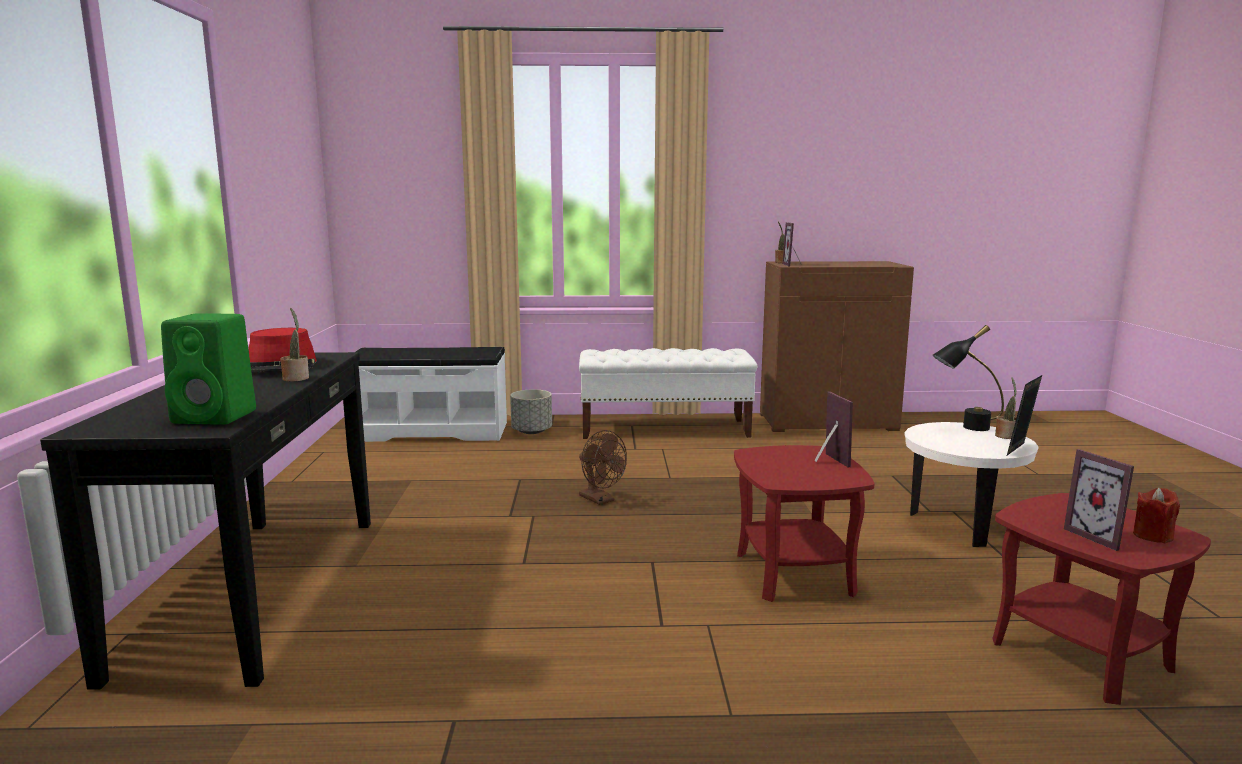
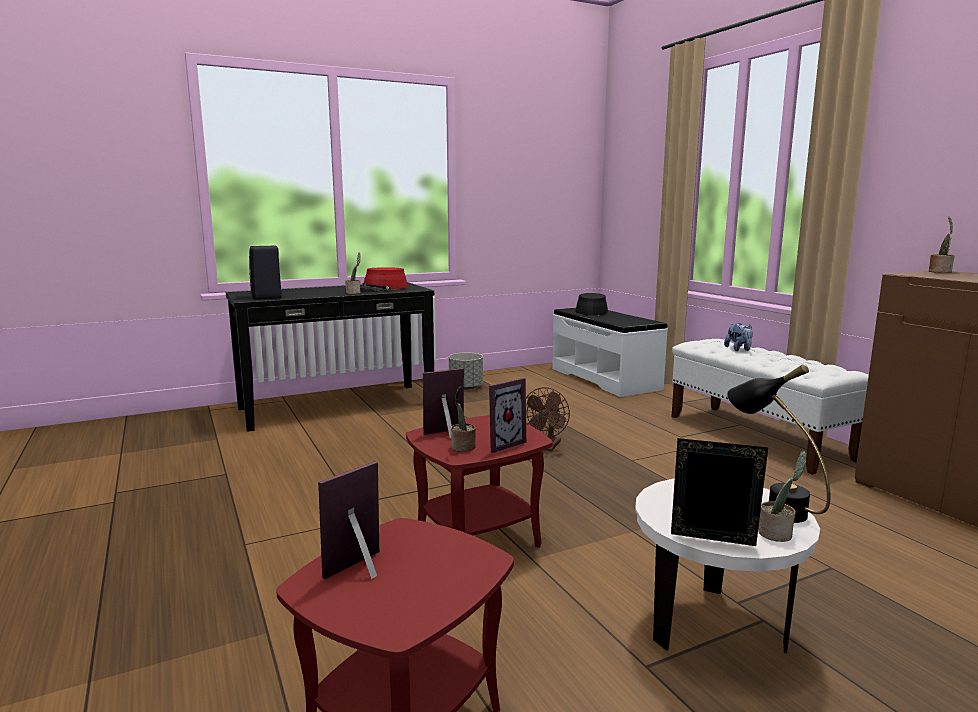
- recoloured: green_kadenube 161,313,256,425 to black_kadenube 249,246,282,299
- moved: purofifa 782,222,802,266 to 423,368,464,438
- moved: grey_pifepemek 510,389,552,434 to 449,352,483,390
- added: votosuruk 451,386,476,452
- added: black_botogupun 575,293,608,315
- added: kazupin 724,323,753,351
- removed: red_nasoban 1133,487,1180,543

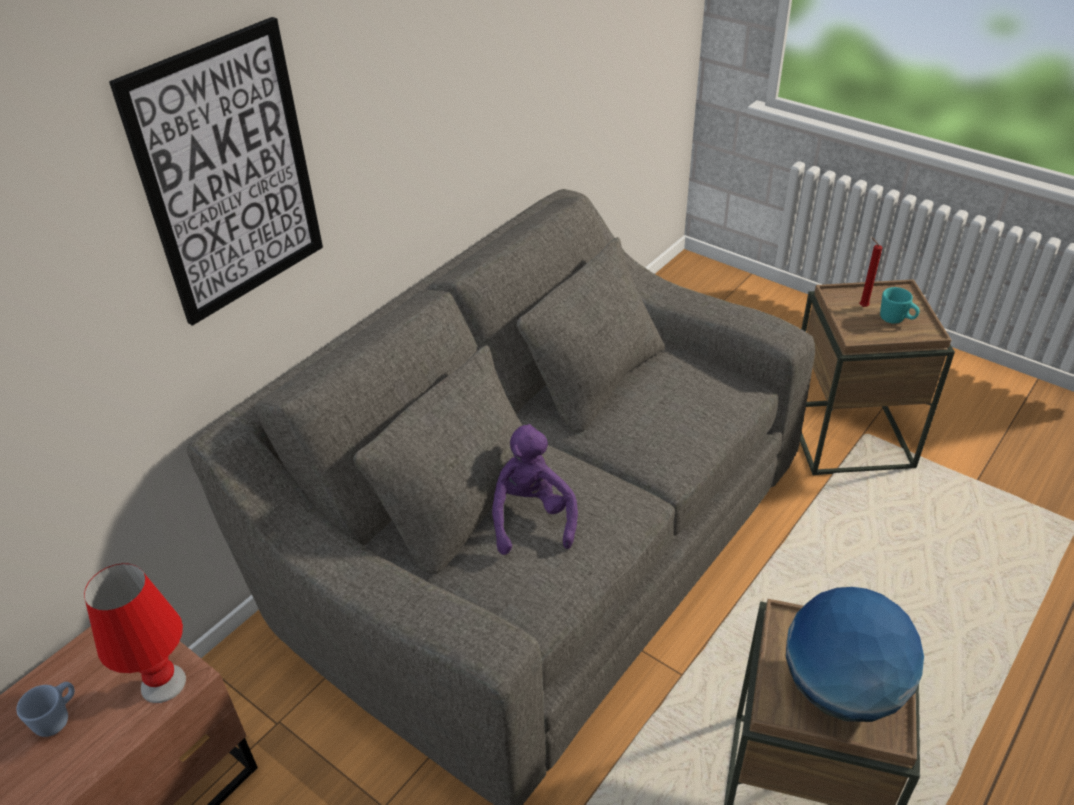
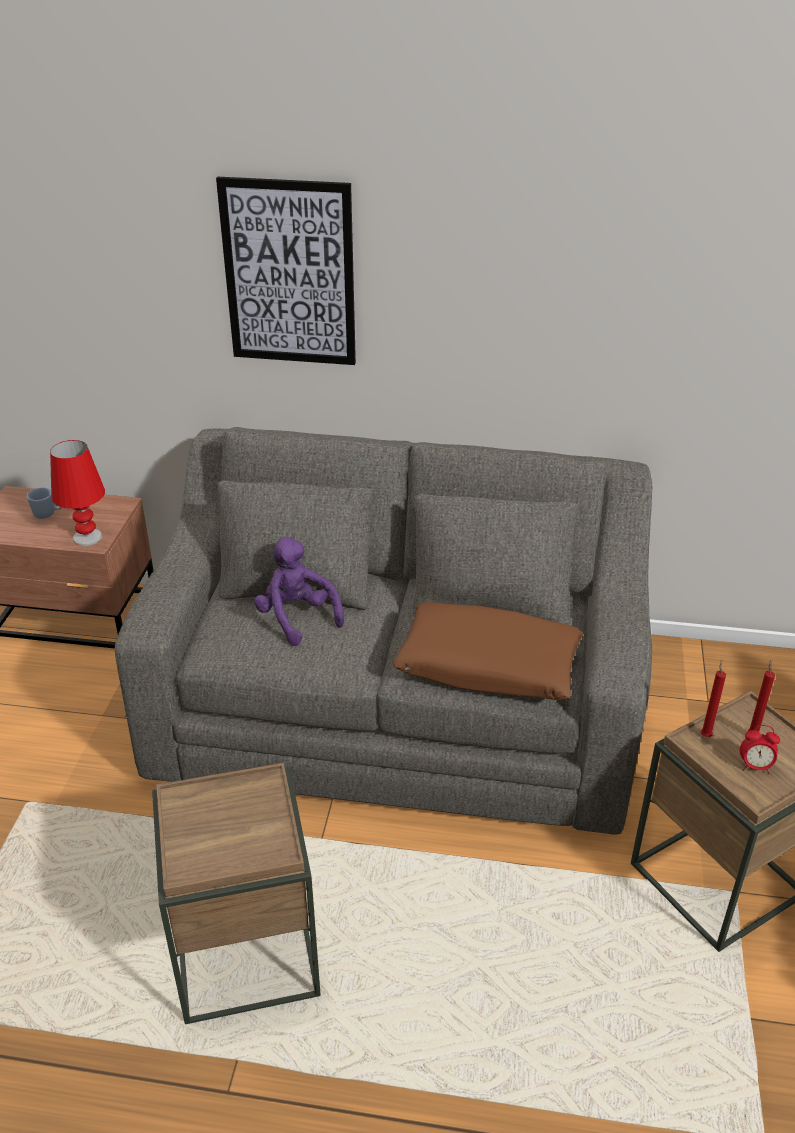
- turned: purple_kazupin 492,424,578,555 = 254,537,344,646 90 degrees counterclockwise
- added: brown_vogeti 393,602,583,700
- added: red_nasoban 701,660,726,737
- replaced: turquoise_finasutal 880,287,920,324 to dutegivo 740,725,780,774
- removed: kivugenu 786,587,924,722

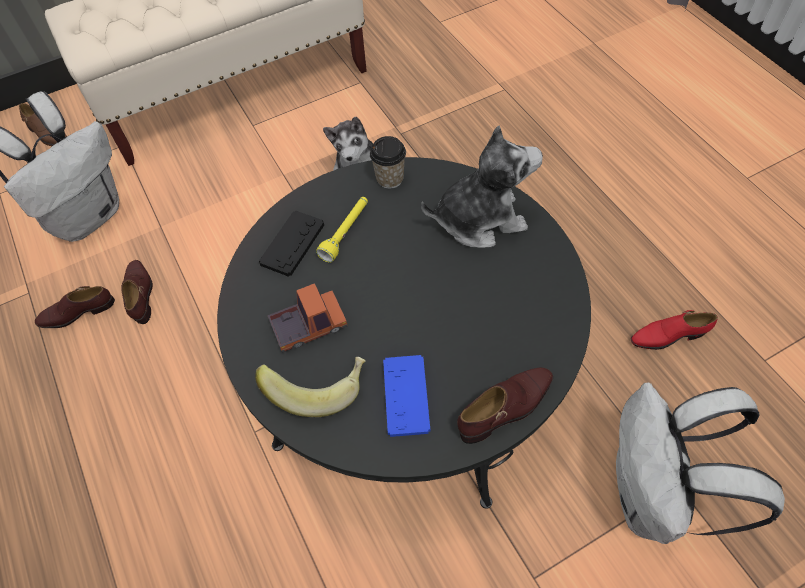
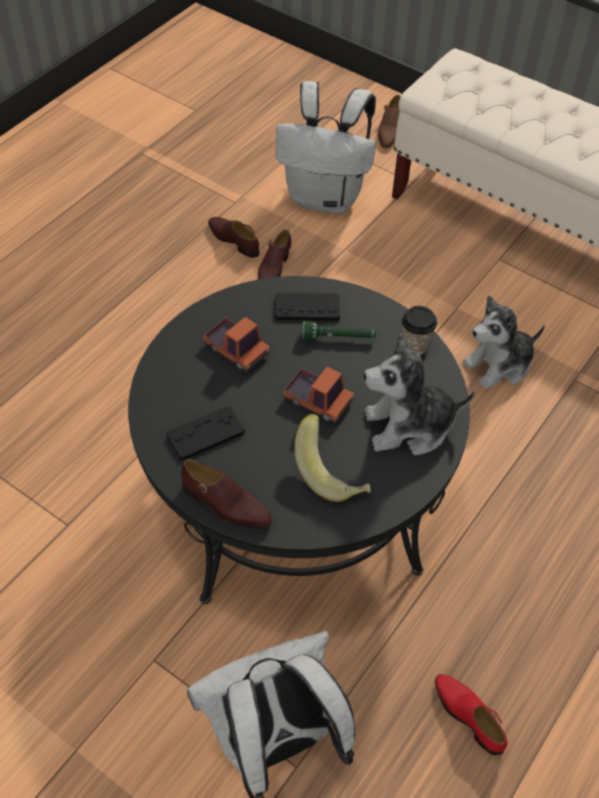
- recoloured: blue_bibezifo 383,355,430,437 to black_bibezifo 166,406,245,461
- turned: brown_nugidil 121,260,153,324 = 258,230,291,279 150 degrees clockwise
- added: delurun 283,367,354,423
- moved: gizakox 255,357,366,417 to 294,414,371,502
- recoloured: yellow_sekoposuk 316,197,368,263 to green_sekoposuk 302,321,376,340
- turned: kazupin 421,126,543,247 = 364,334,475,456 120 degrees clockwise

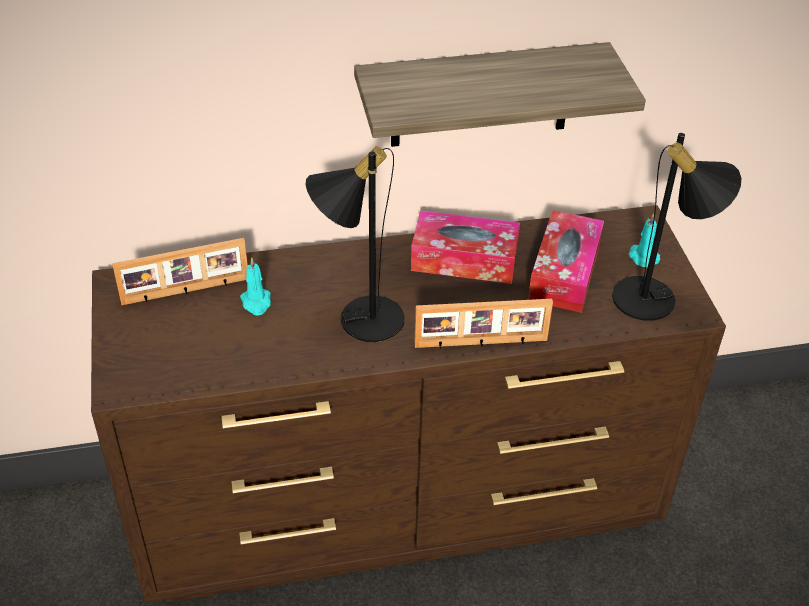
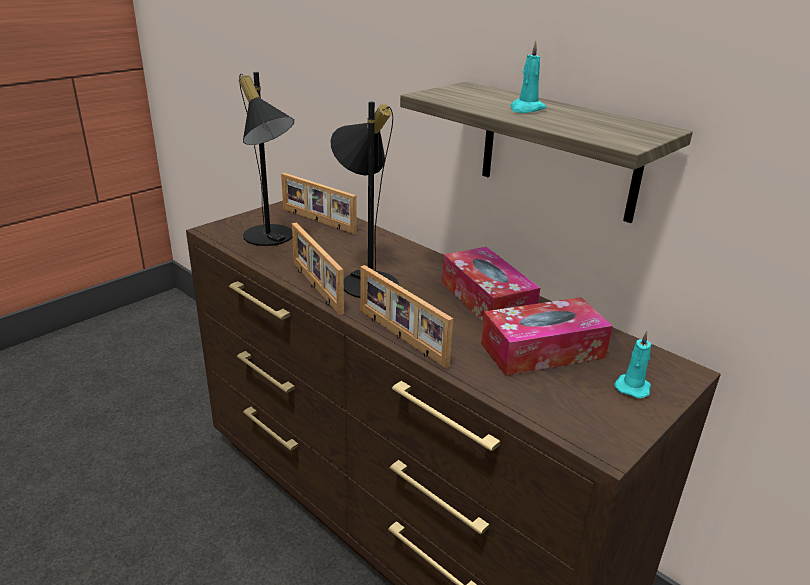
- moved: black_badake 612,133,741,321 to 239,72,294,246
- added: purofifa 292,223,344,315
- moved: turquoise_nasoban 240,257,271,315 to 510,41,547,113

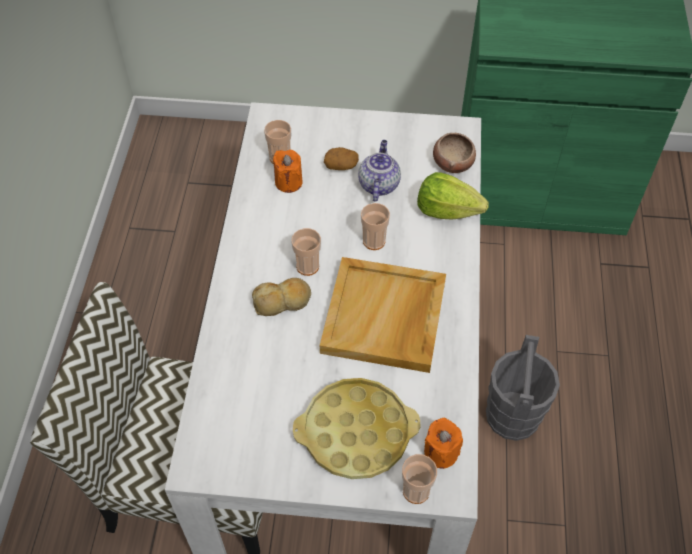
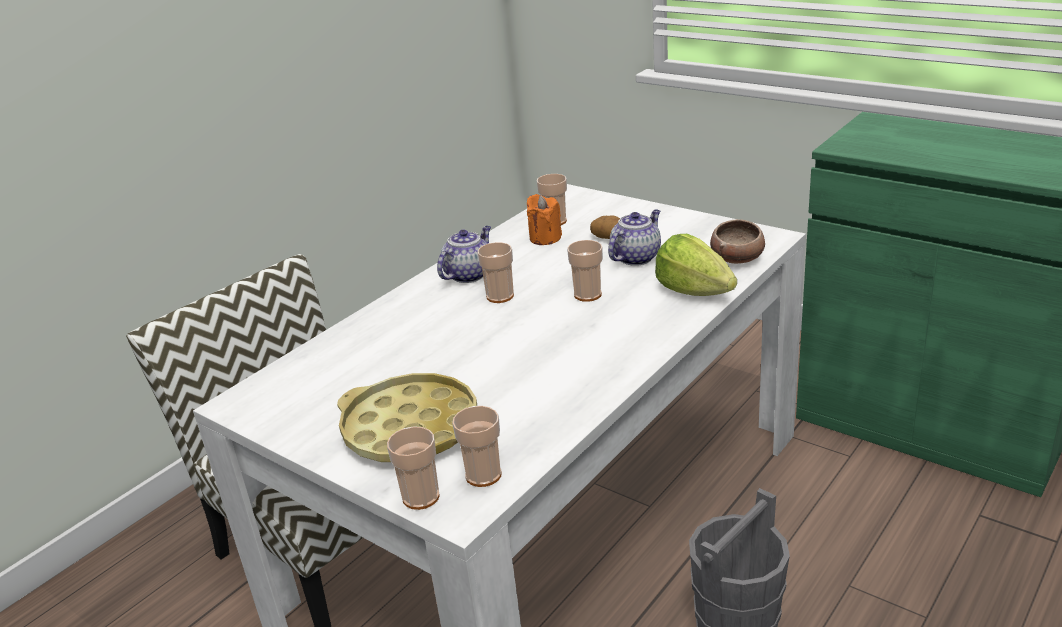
- added: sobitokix 437,226,491,283
- replaced: orange_nasoban 424,418,463,469 to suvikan 452,406,502,487
- removed: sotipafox 252,278,311,316
- removed: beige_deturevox 320,257,446,373

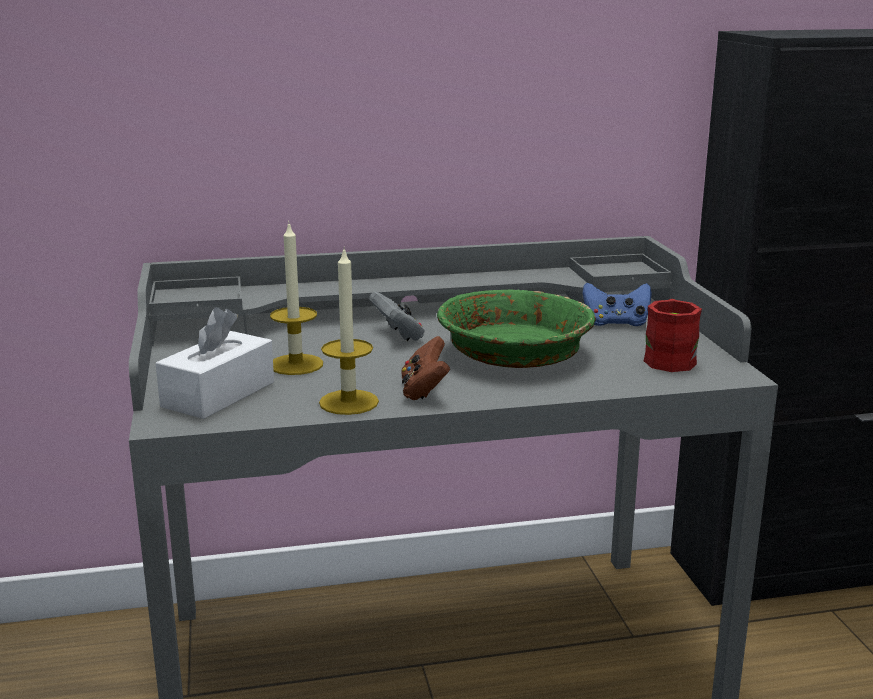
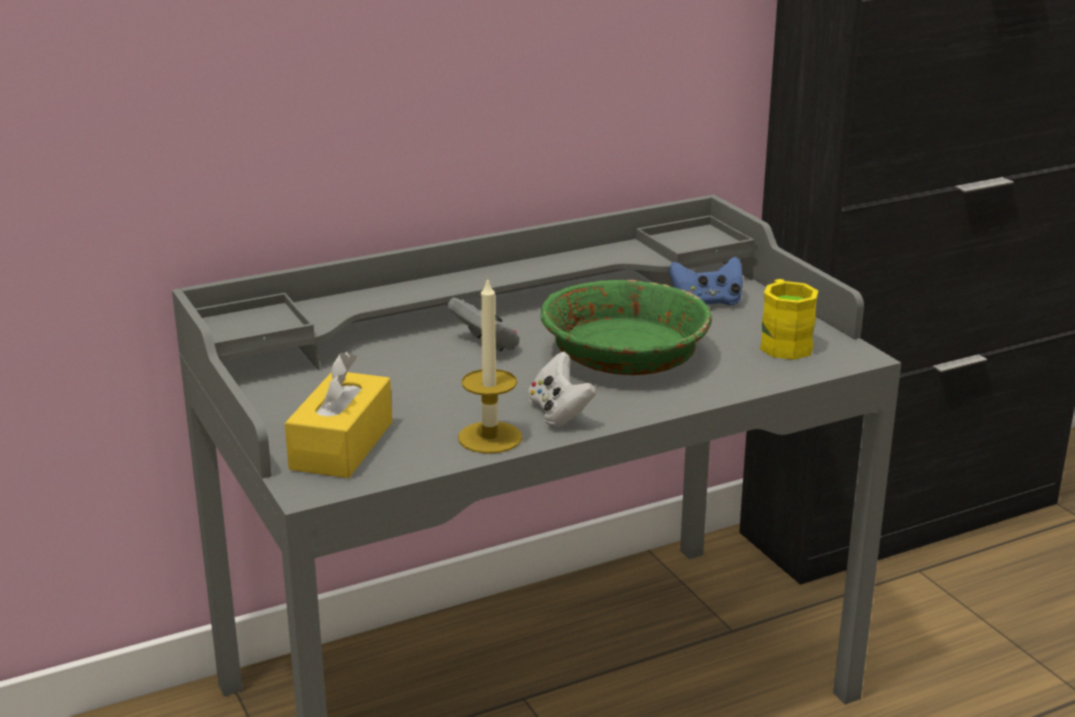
- recoloured: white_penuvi 156,307,274,419 to yellow_penuvi 285,352,392,478
- recoloured: brown_bibezifo 401,336,450,400 to white_bibezifo 528,352,597,427
- recoloured: red_finasutal 644,299,702,372 to yellow_finasutal 760,279,818,360
- removed: nasoban 270,221,323,375

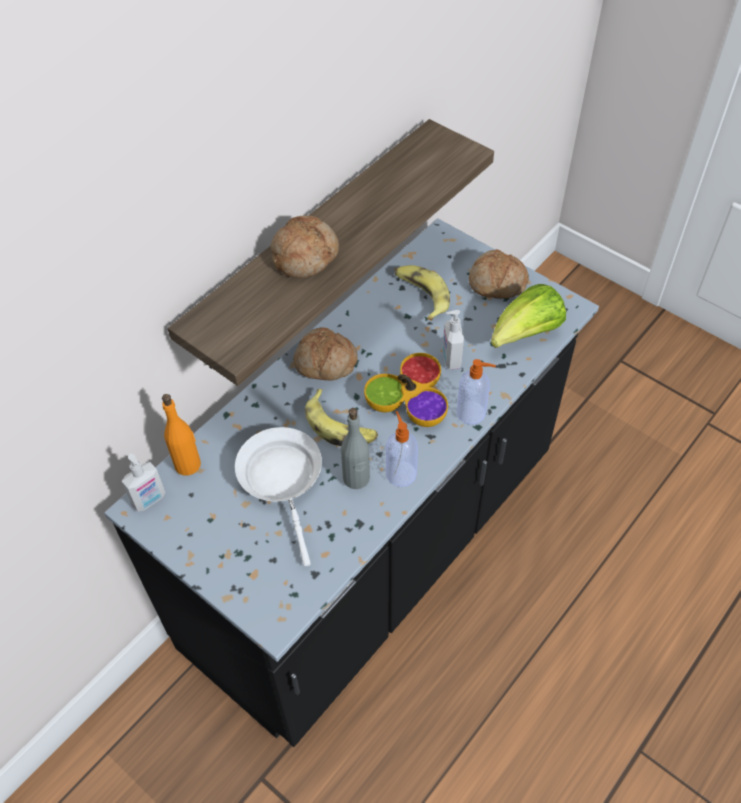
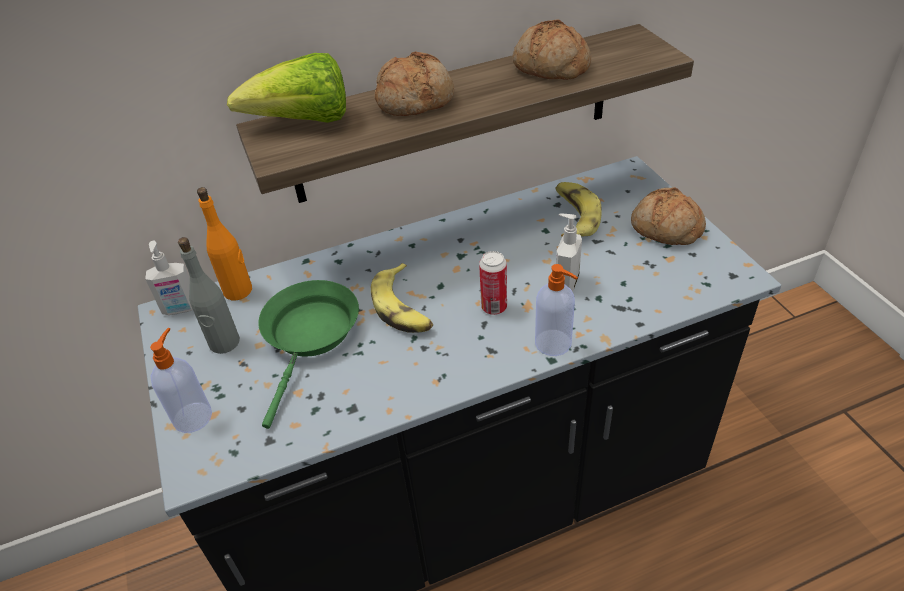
- moved: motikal 386,411,418,487 to 150,328,212,433
- moved: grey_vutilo 341,408,370,489 to 178,237,240,354
- moved: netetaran 491,284,566,348 to 227,53,346,123
- recoloured: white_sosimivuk 235,427,322,566 to green_sosimivuk 259,280,359,429
- replaced: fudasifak 364,353,448,427 to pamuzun 479,251,507,315
- moved: sotipafox 293,327,358,380 to 513,20,591,80

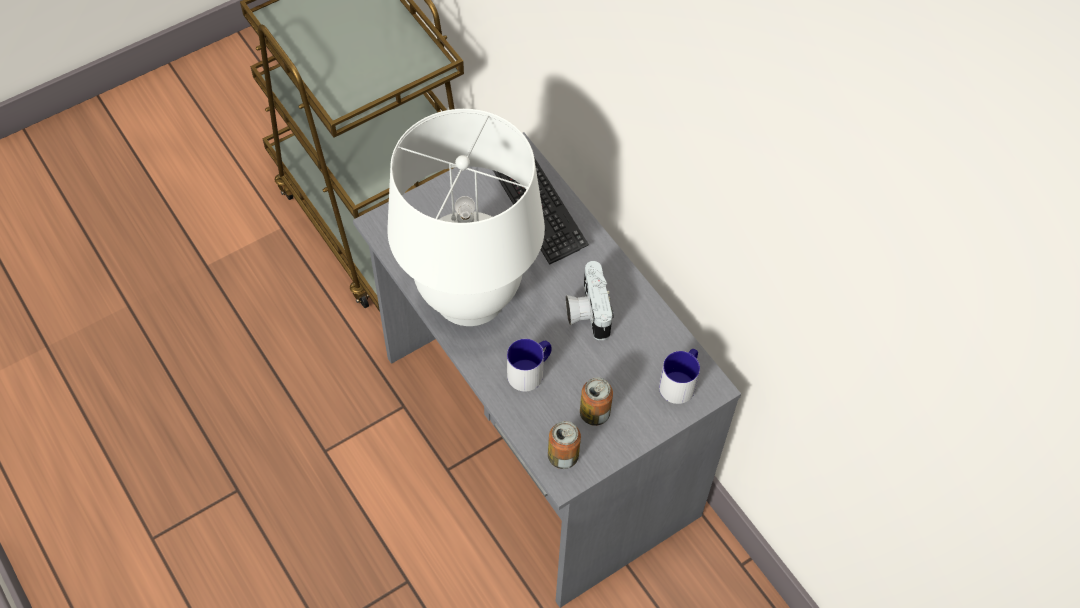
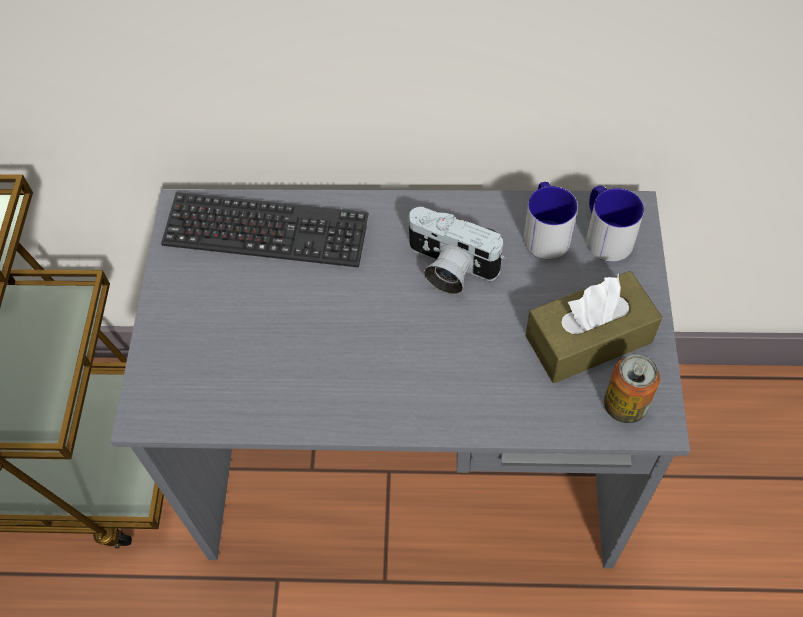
- moved: finasutal 507,339,552,392 to 524,182,578,259
- replaced: pamuzun 580,377,613,426 to brown_penuvi 526,271,662,383
- removed: white_badake 387,109,545,326

